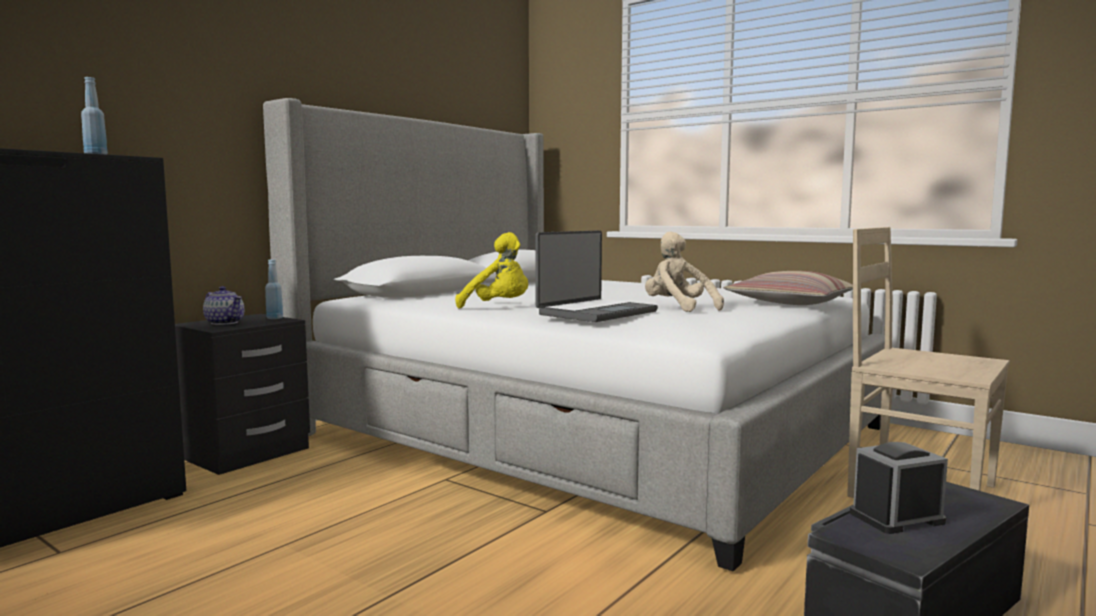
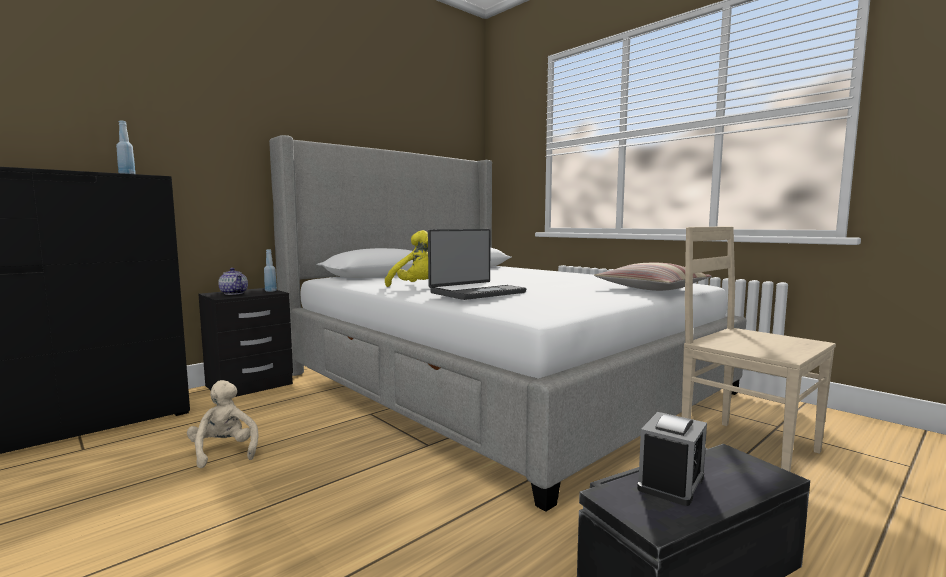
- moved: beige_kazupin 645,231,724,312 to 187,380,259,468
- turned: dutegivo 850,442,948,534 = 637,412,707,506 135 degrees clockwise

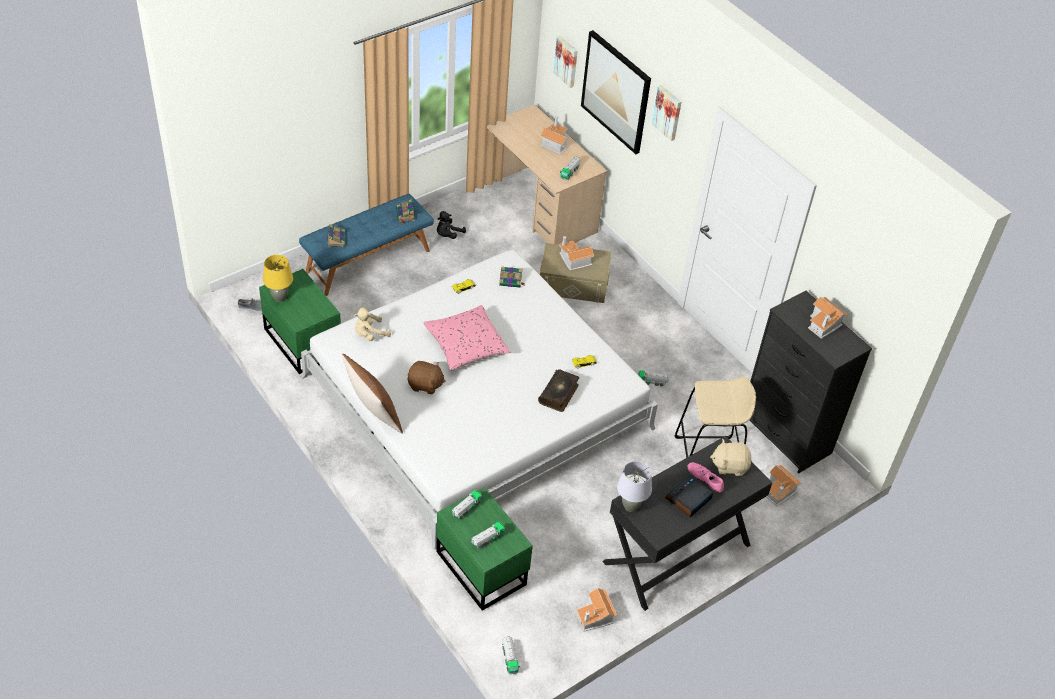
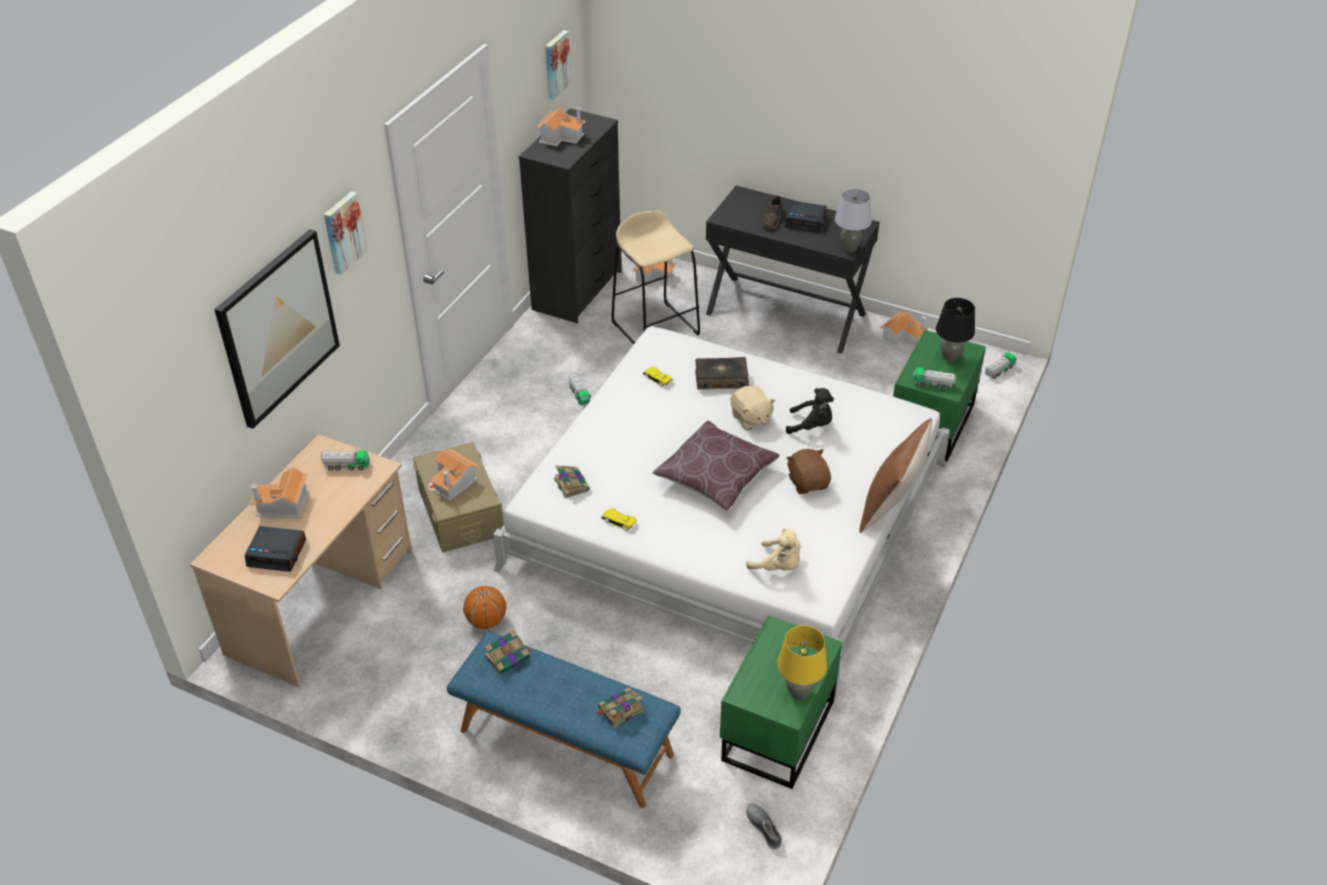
- added: dutegivo 245,526,306,572
- added: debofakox 463,586,506,629
- moved: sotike 553,36,578,88 to 545,30,571,100
- recoloured: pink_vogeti 424,305,510,371 to brown_vogeti 653,420,780,511
- moved: beige_kazupin 710,439,752,476 to 730,385,776,430
- recoloured: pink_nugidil 687,462,724,493 to brown_nugidil 761,196,782,228
- moved: black_kazupin 437,211,466,239 to 786,388,834,434
- replaced: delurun 472,521,505,549 to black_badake 936,298,975,362

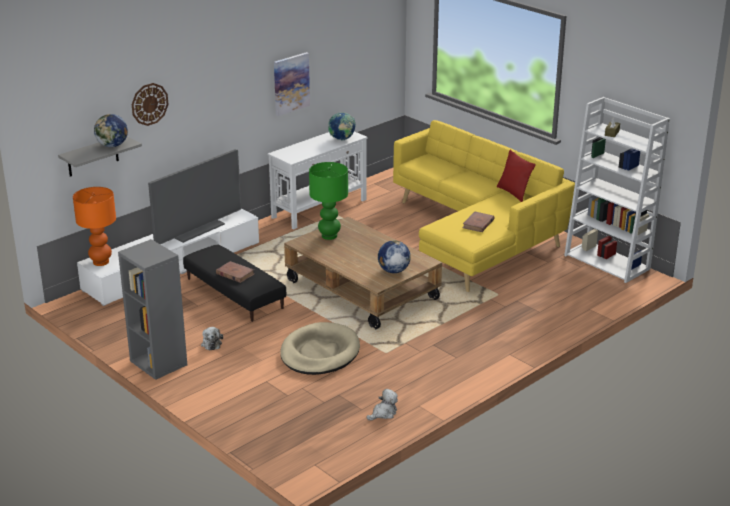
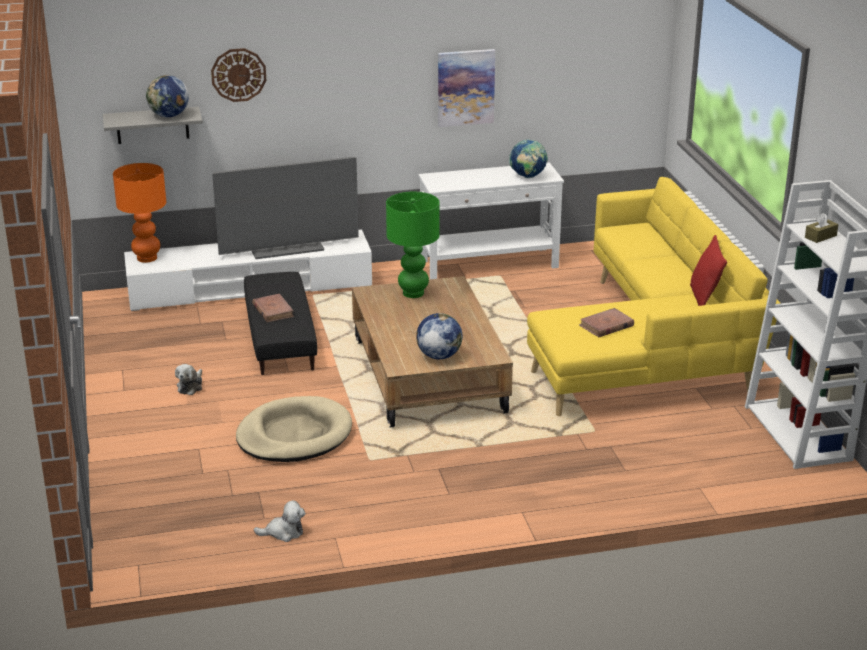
- removed: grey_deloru 118,239,187,380

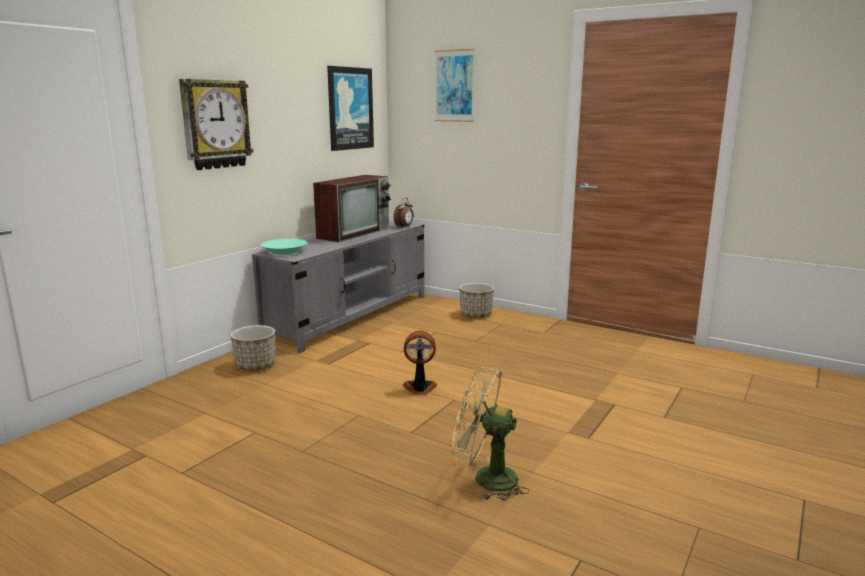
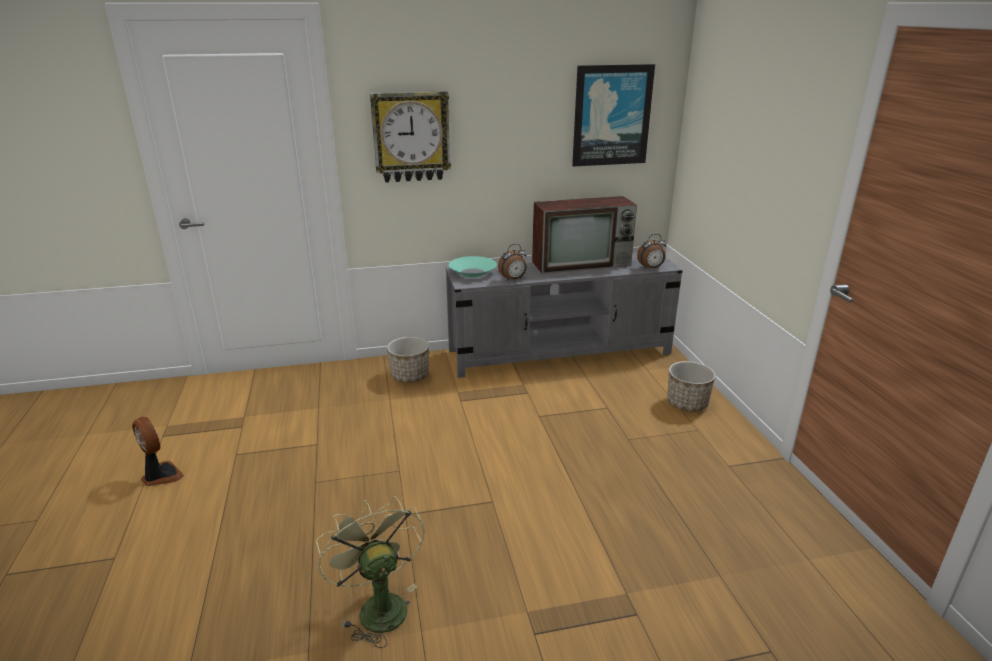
- moved: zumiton 403,331,437,394 to 132,417,184,486
- added: dutegivo 498,244,527,281
- removed: sotike 435,49,475,122

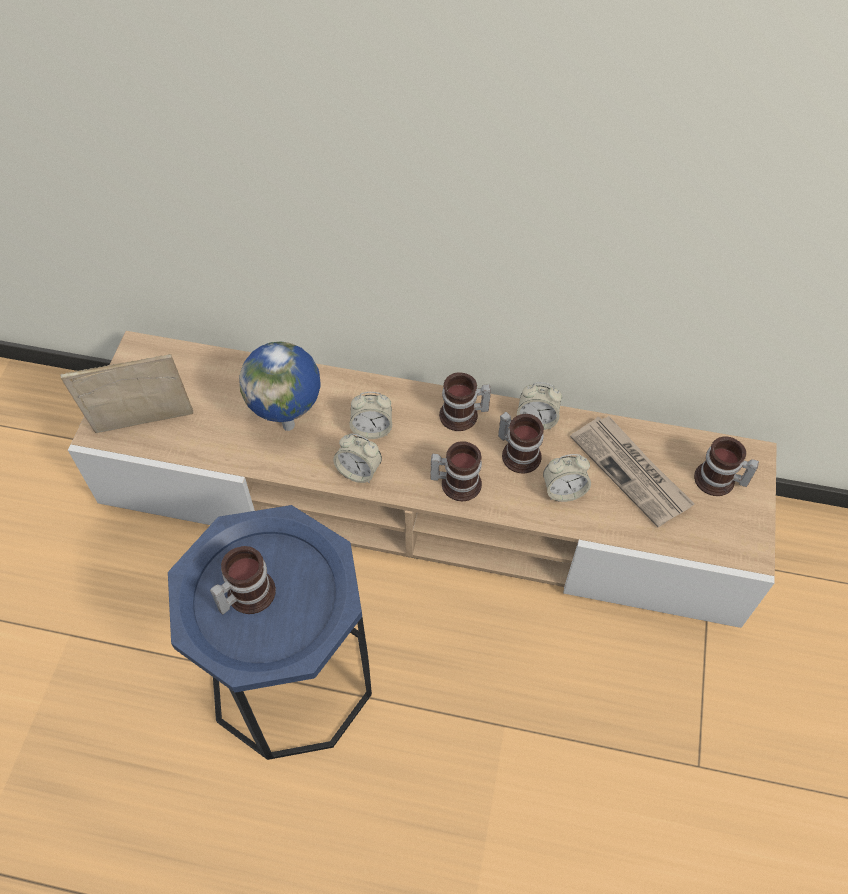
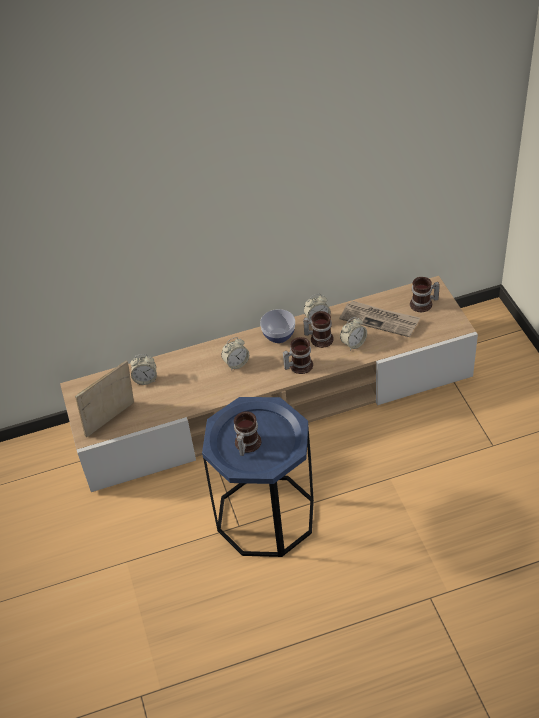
- moved: dutegivo 333,433,382,483 to 130,354,157,385
- replaced: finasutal 439,372,491,431 to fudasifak 260,309,295,343
- removed: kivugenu 239,341,321,431

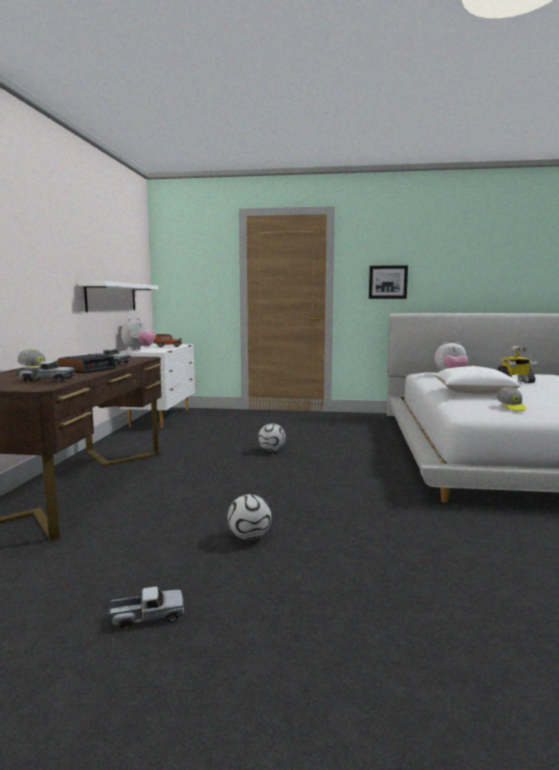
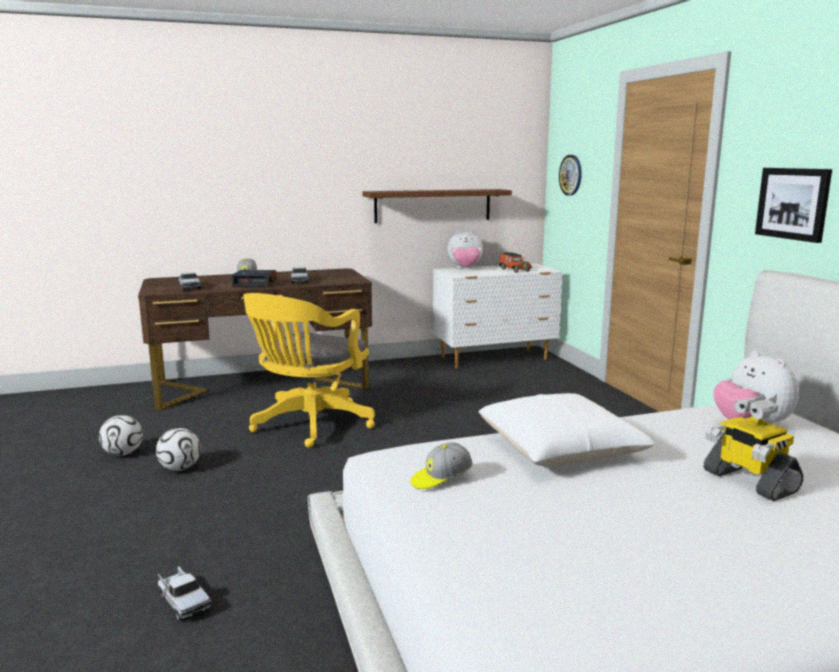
- moved: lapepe 258,424,286,451 to 99,415,143,456
- moved: delurun 108,587,184,629 to 158,566,212,621
- added: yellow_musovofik 243,293,375,448
- recoloured: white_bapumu 78,281,158,312 to brown_bapumu 362,189,512,223
- added: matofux 559,155,582,196

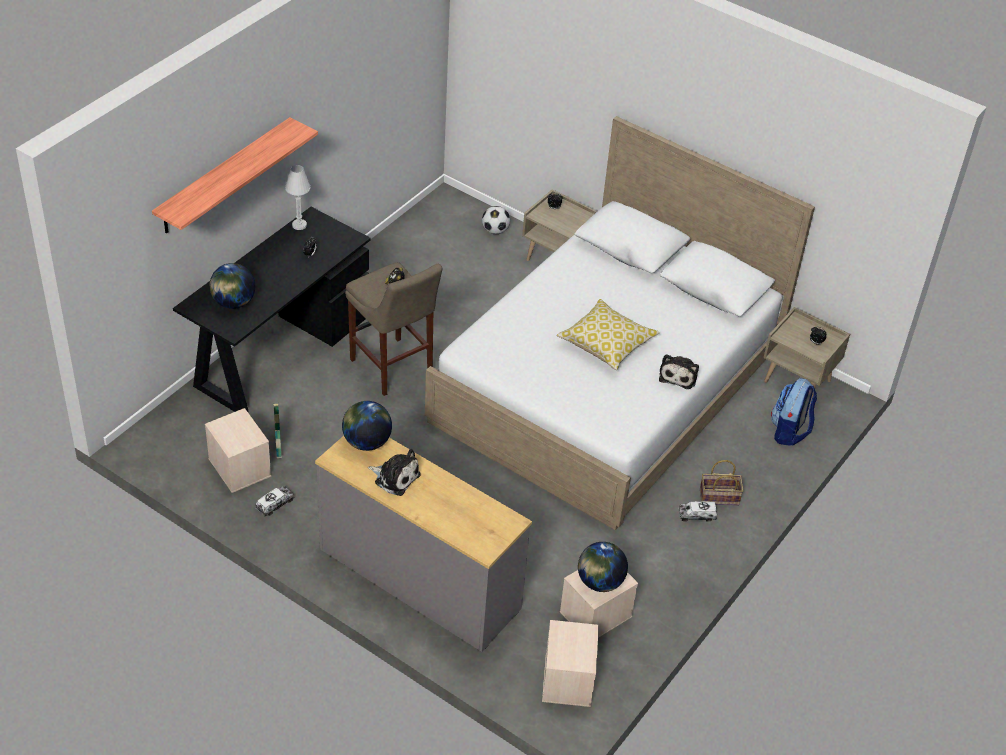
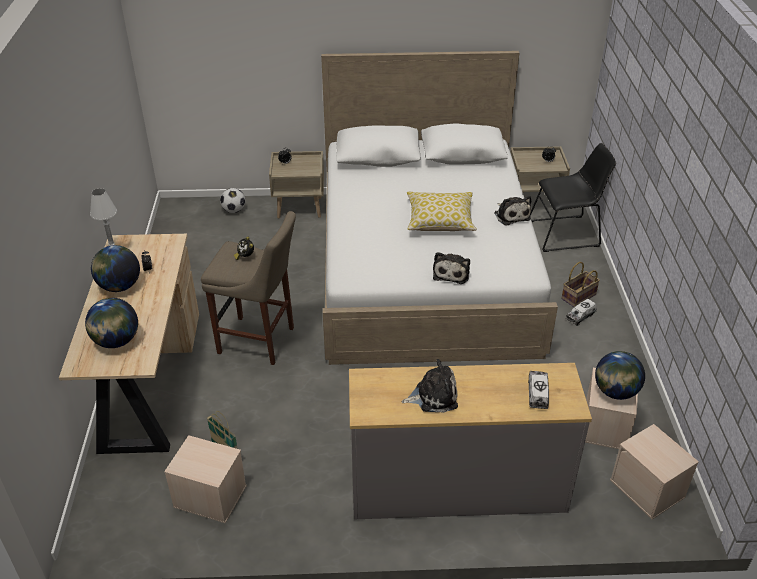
- recoloured: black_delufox 173,207,371,412 to beige_delufox 59,234,199,454
- moved: kivugenu 342,401,392,451 to 91,245,140,292
- added: kazupin 433,252,470,284
- moved: delurun 256,486,294,517 to 528,371,549,409
- replaced: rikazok 771,378,817,446 to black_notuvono 530,143,616,252
- removed: bapumu 152,117,318,233

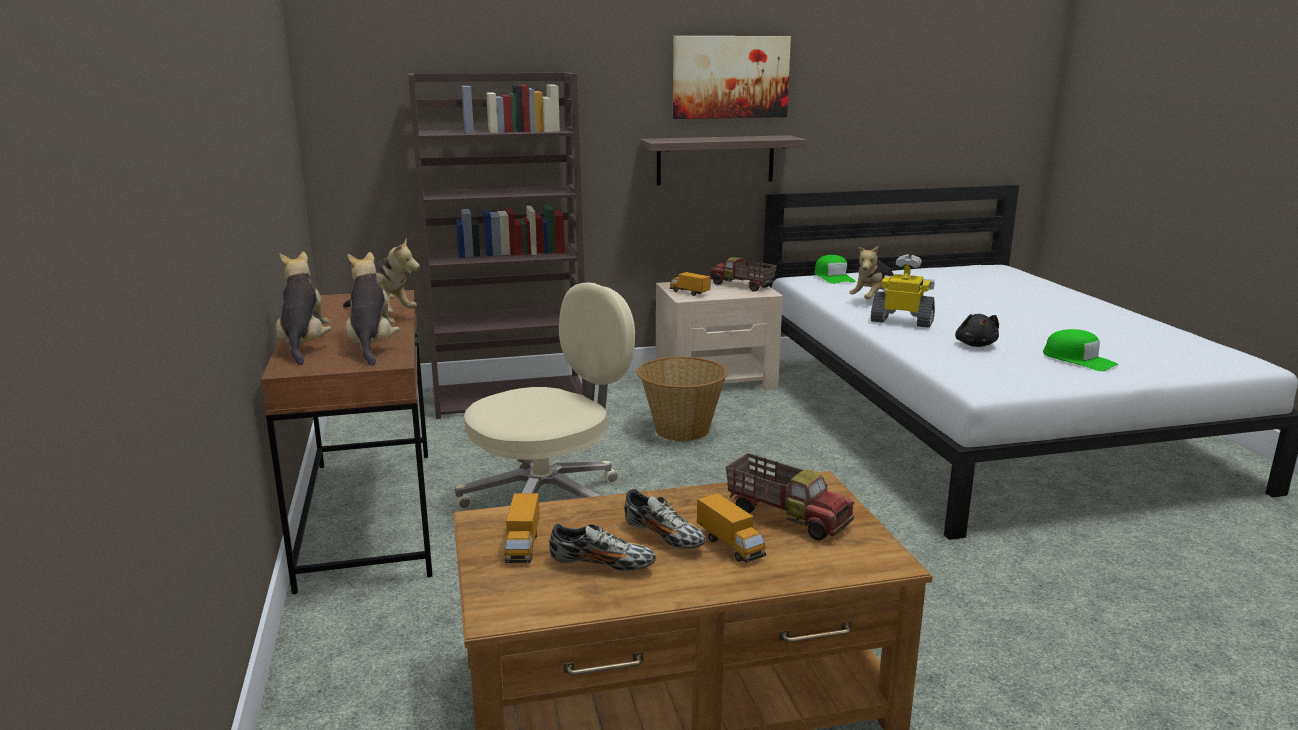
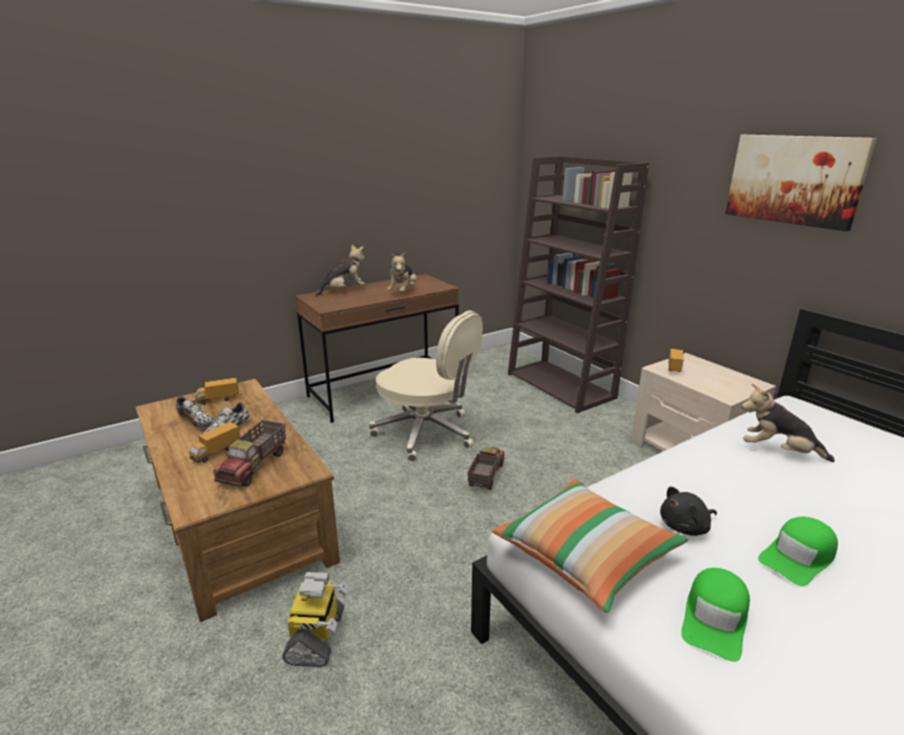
- turned: nugidil 549,524,656,571 = 176,397,214,427 45 degrees counterclockwise
- moved: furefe 871,254,935,328 to 282,572,348,667
- moved: delurun 710,257,777,292 to 467,447,505,490
- added: vogeti 492,478,688,613
- moved: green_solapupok 814,255,856,284 to 758,517,838,586
- removed: kazupin 345,252,400,366
- removed: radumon 637,357,727,441
- removed: bapumu 640,135,806,185

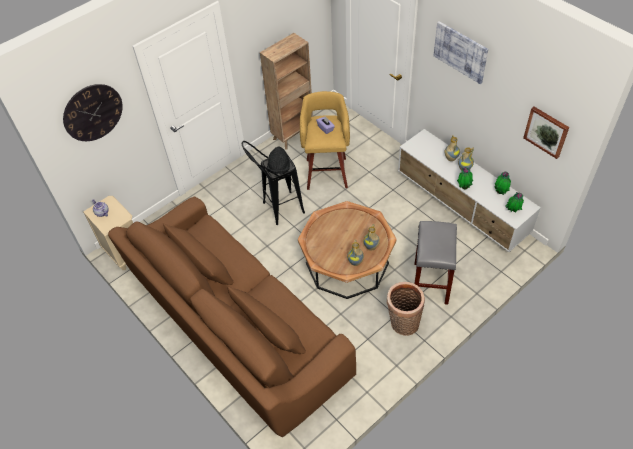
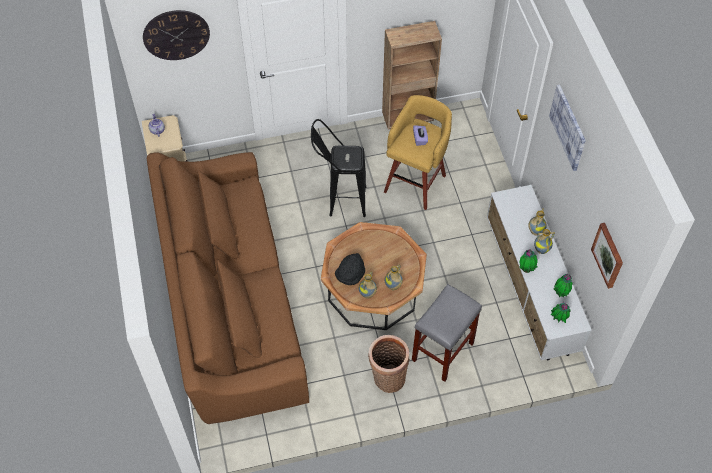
- moved: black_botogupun 267,146,290,174 to 335,253,365,285

